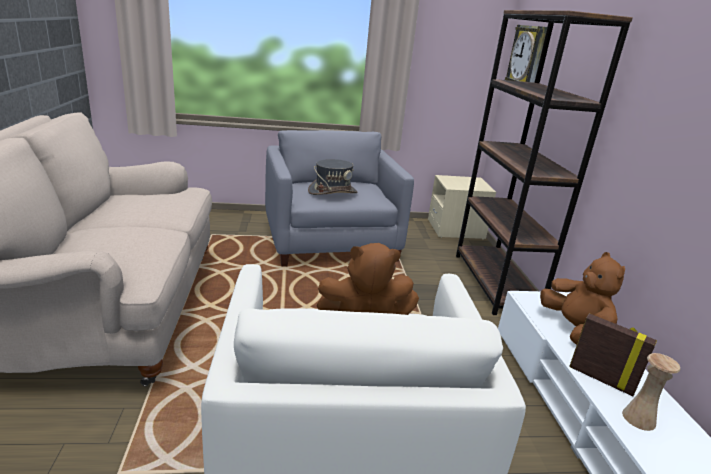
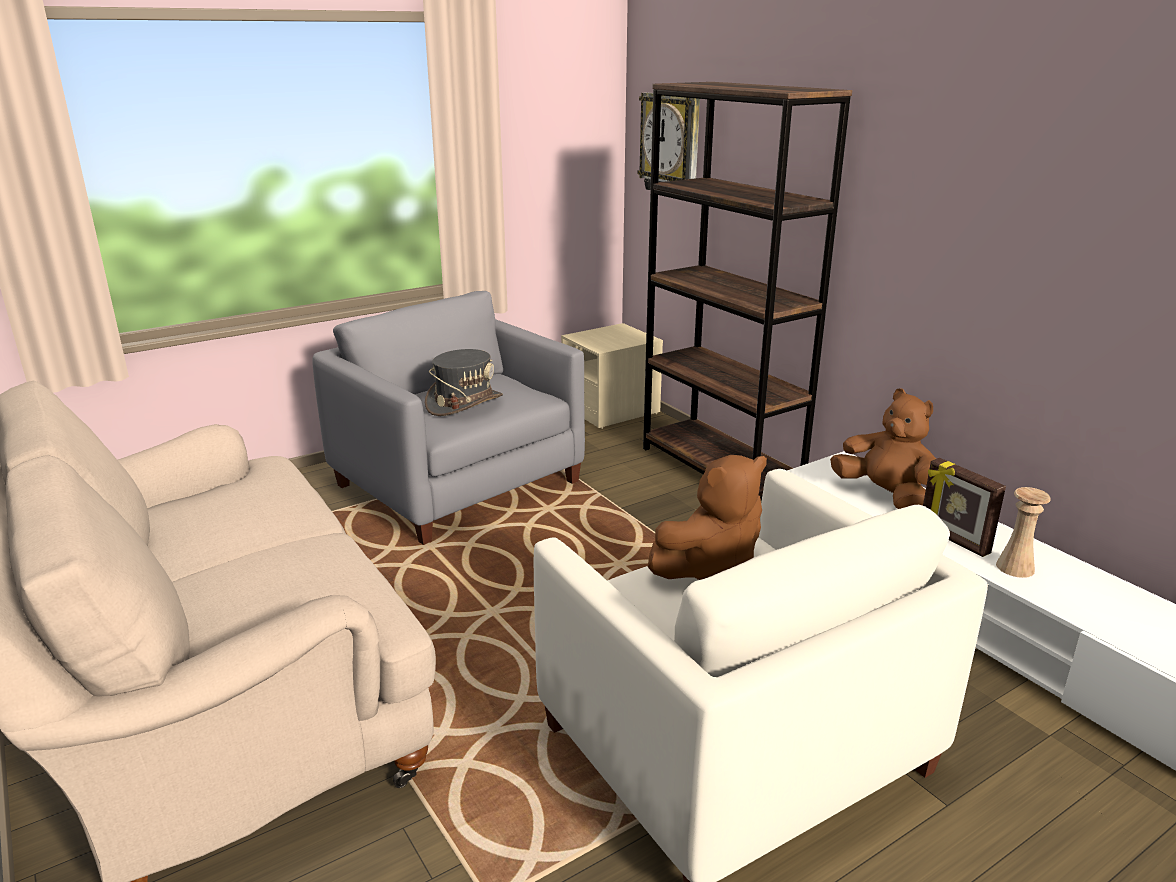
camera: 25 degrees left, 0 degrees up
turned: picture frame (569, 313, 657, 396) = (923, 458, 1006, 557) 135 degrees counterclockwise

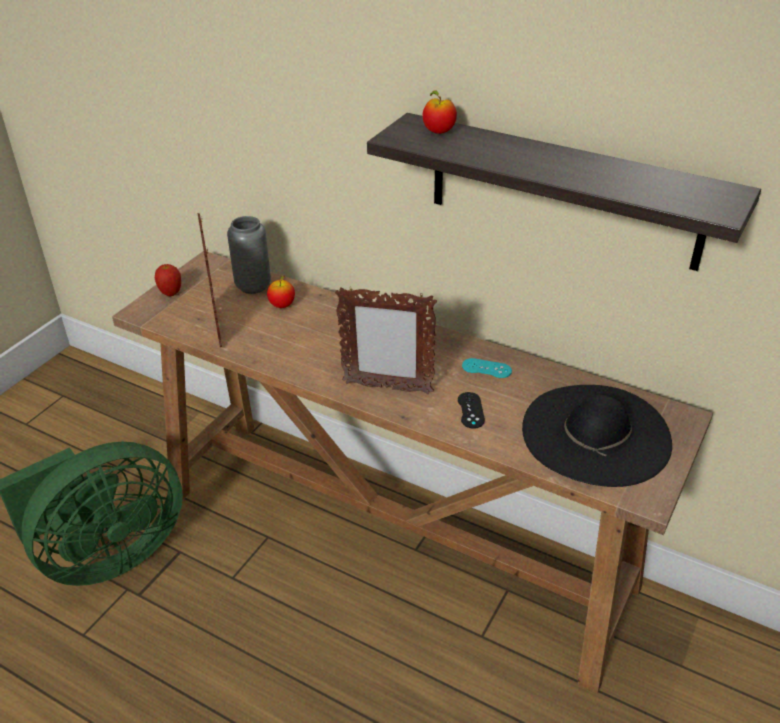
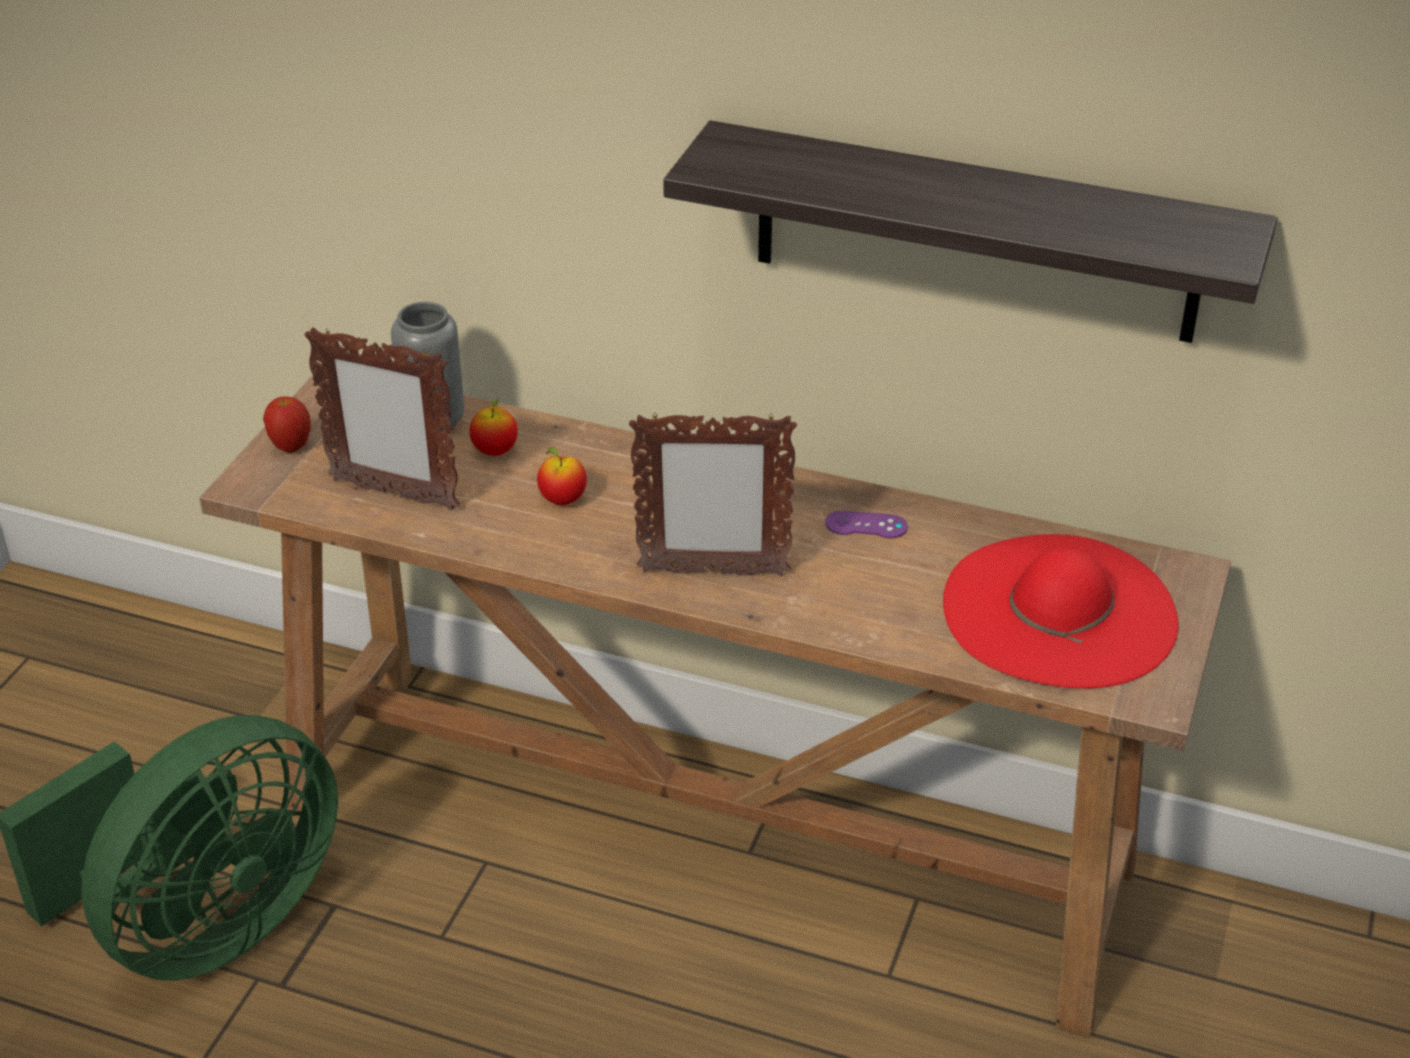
camera: 10 degrees left, 0 degrees up
removed: black game controller (458, 392, 485, 429)
moved: apple (423, 90, 457, 134) to (537, 447, 587, 505)
recoloured: turquoise game controller (462, 358, 512, 378) to purple game controller (825, 511, 908, 538); black hat (522, 385, 672, 487) to red hat (943, 534, 1179, 688)
turned: picture frame (198, 213, 222, 347) = (304, 327, 460, 510) 45 degrees counterclockwise

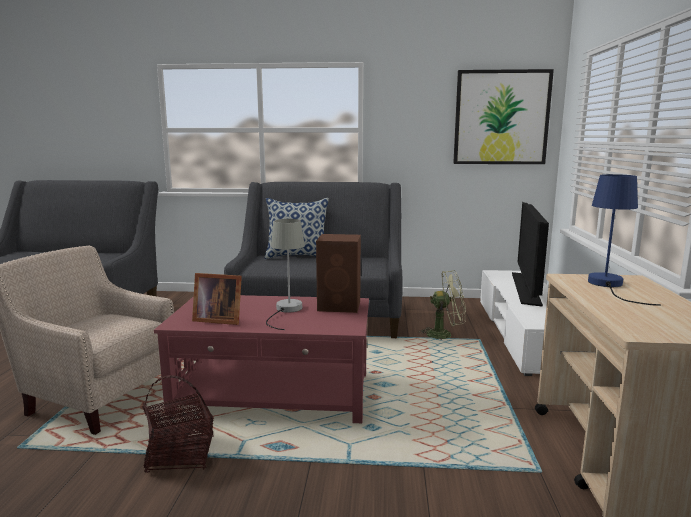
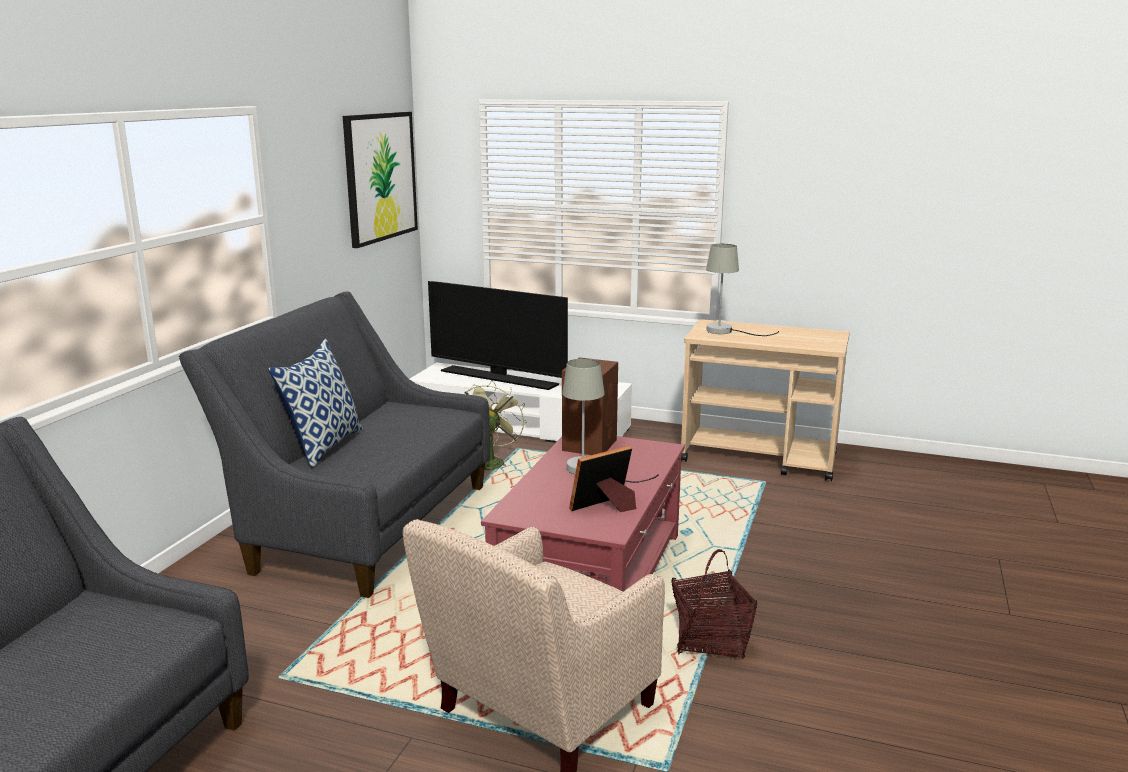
camera: 75 degrees left, 5 degrees up
recoloured: blue table lamp (588, 174, 661, 306) to grey table lamp (706, 244, 779, 336)
turned: picture frame (192, 273, 242, 325) = (569, 446, 636, 512) 150 degrees counterclockwise

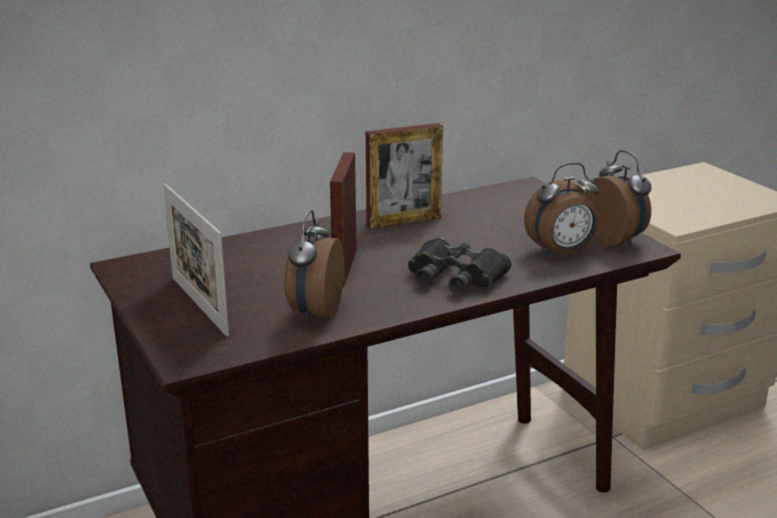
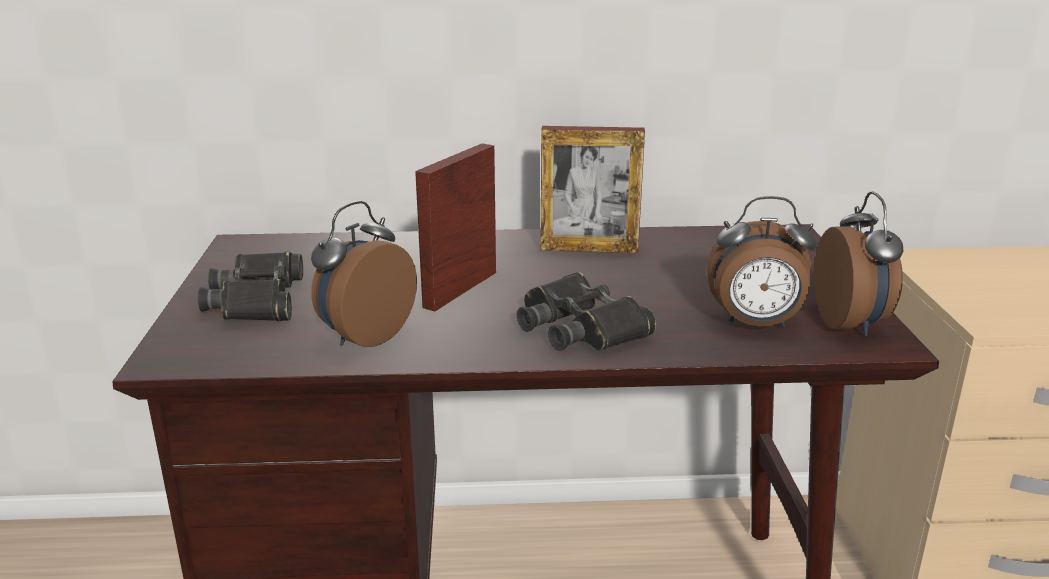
camera: 25 degrees right, 0 degrees up
replaced: picture frame (163, 184, 229, 336) to black binoculars (198, 251, 303, 321)

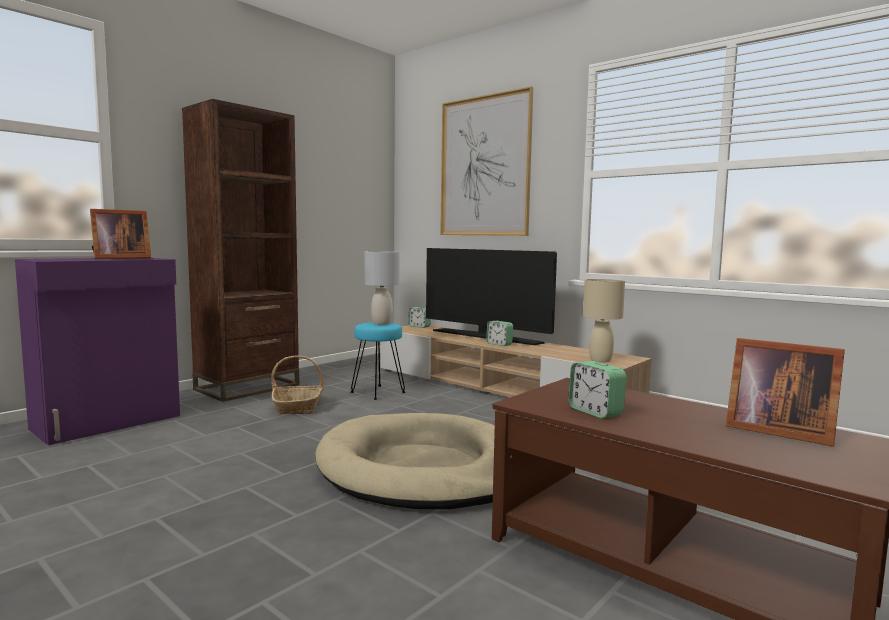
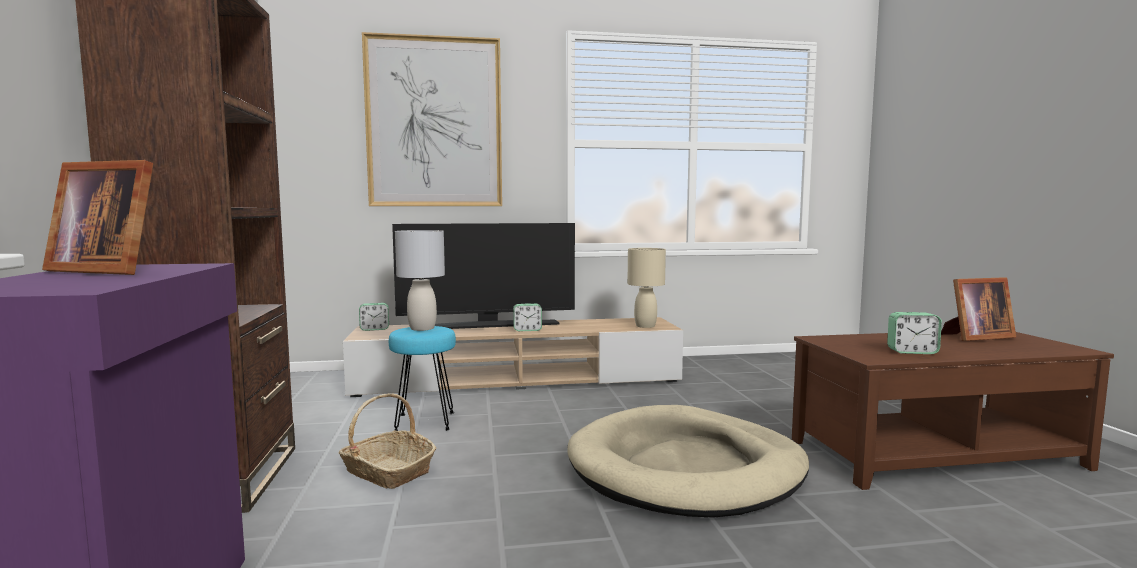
camera: 50 degrees left, 0 degrees up
turned: picture frame (90, 209, 151, 259) = (42, 160, 153, 275) 105 degrees clockwise

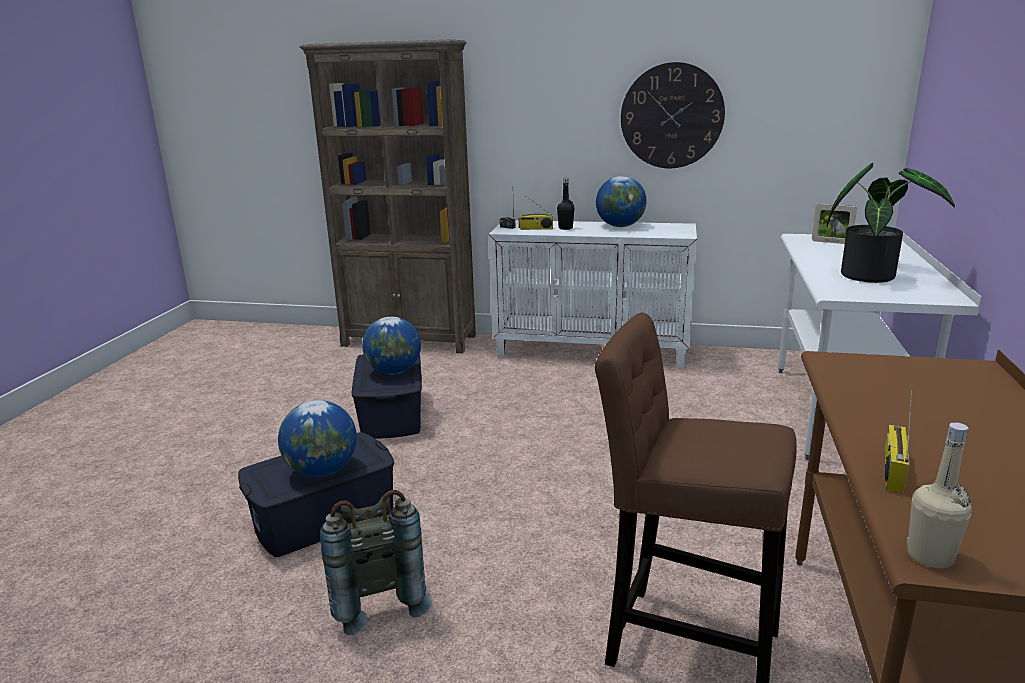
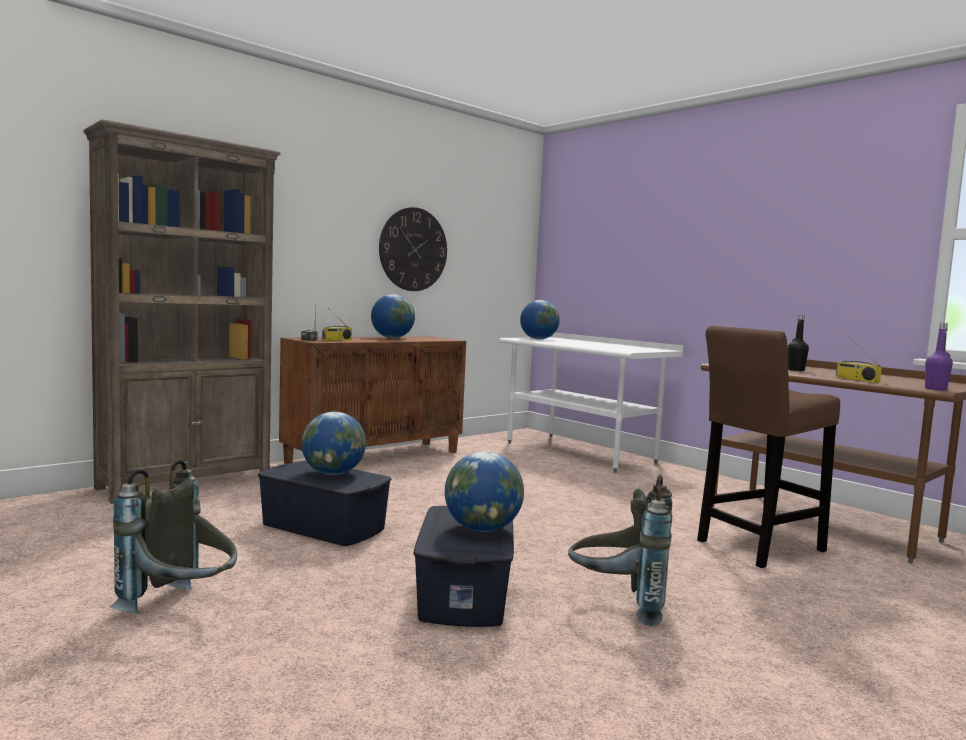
camera: 55 degrees left, 15 degrees down
removed: potted plant (826, 163, 955, 283)
added: grey backpack (110, 459, 237, 614)
moved: black bottle (557, 178, 574, 230) to (788, 315, 809, 371)
replaced: picture frame (812, 204, 857, 244) to globe (520, 300, 560, 339)
recoloured: white cabinet (489, 220, 697, 369) to brown cabinet (279, 336, 466, 464); beige bottle (907, 422, 972, 568) to purple bottle (925, 323, 953, 391)

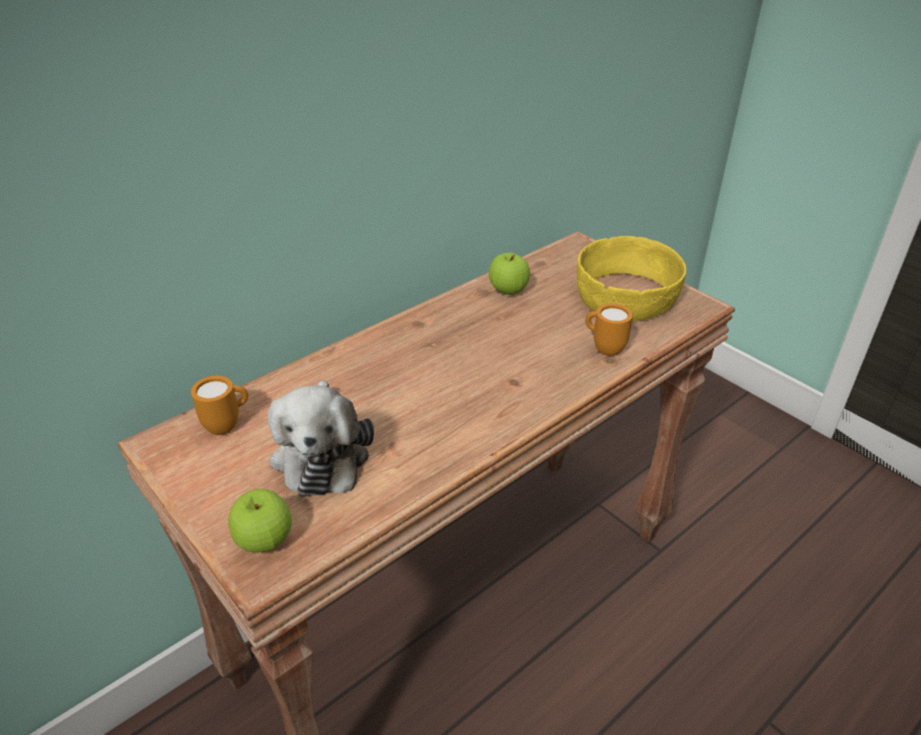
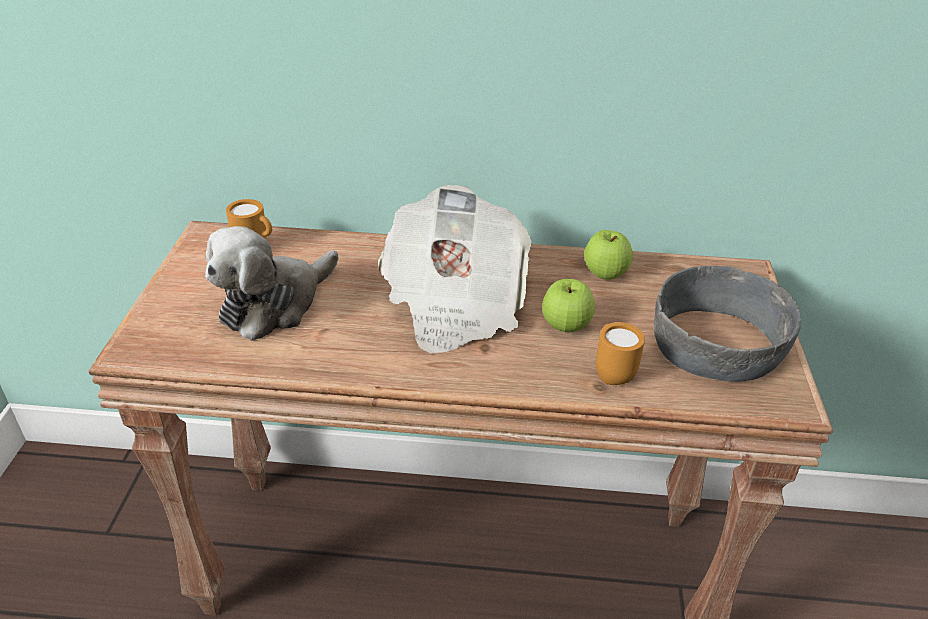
camera: 45 degrees right, 0 degrees up
added: newspaper (378, 185, 532, 354)
moved: apple (228, 489, 292, 553) to (542, 279, 595, 332)
recoloured: yellow bowl (577, 236, 686, 321) to grey bowl (654, 266, 801, 382)

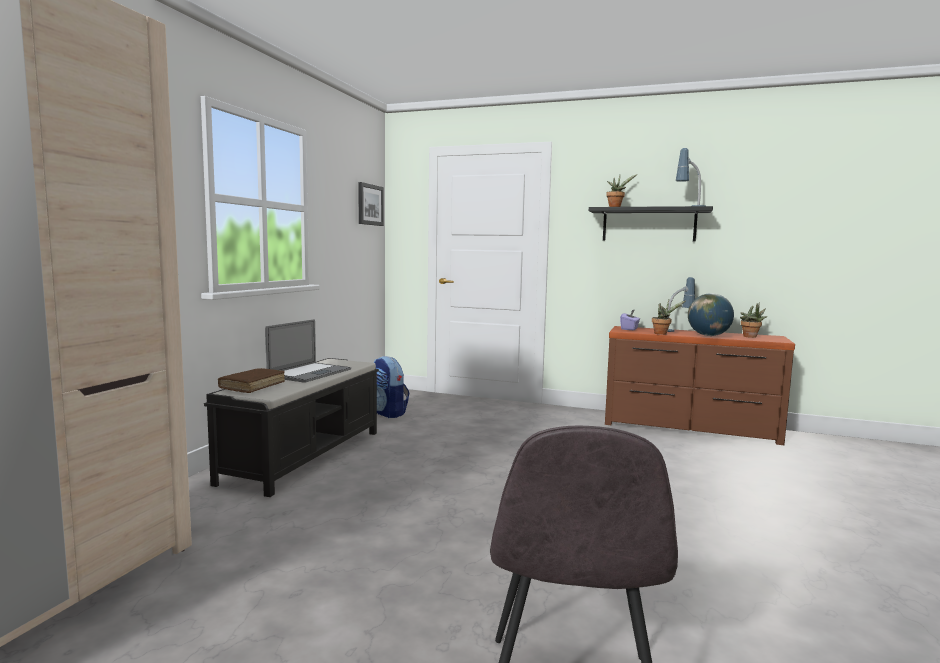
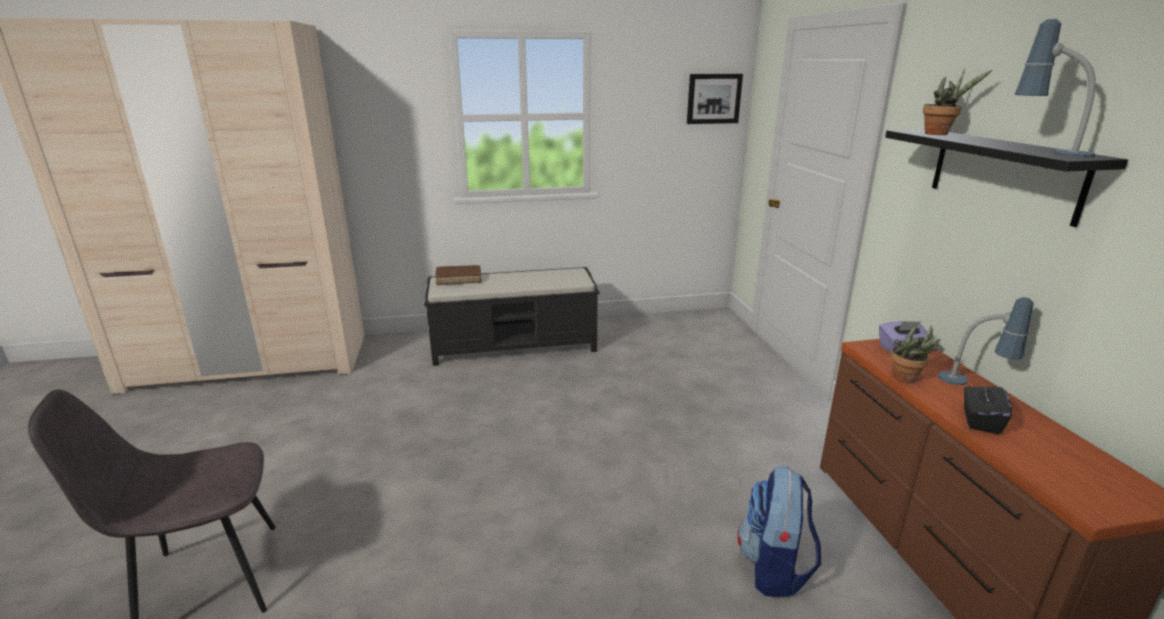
camera: 60 degrees right, 15 degrees up
removed: laptop (265, 319, 351, 383); potted plant (740, 302, 768, 338)
moved: backpack (374, 356, 409, 418) to (737, 466, 821, 597)
replaced: globe (688, 293, 734, 336) to black tissue box (964, 379, 1012, 434)

